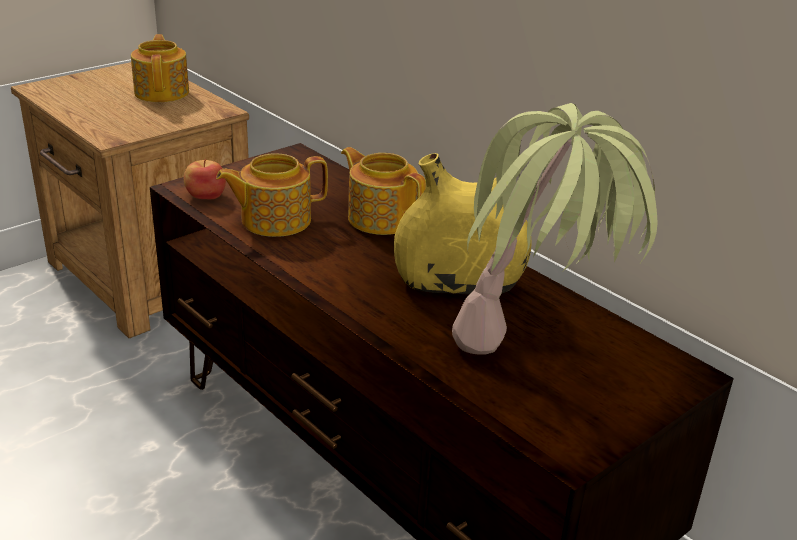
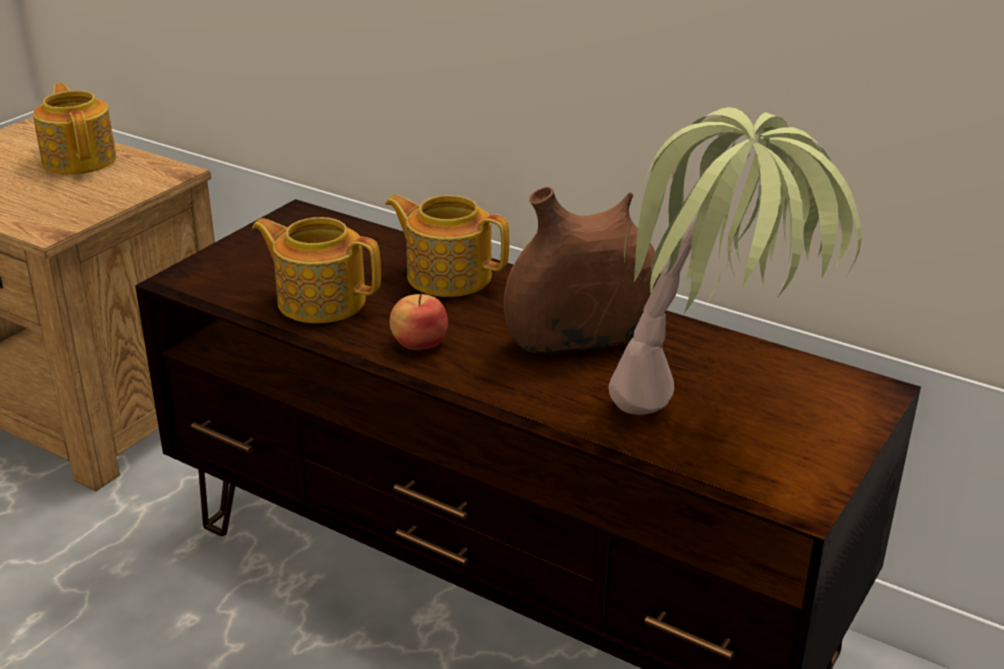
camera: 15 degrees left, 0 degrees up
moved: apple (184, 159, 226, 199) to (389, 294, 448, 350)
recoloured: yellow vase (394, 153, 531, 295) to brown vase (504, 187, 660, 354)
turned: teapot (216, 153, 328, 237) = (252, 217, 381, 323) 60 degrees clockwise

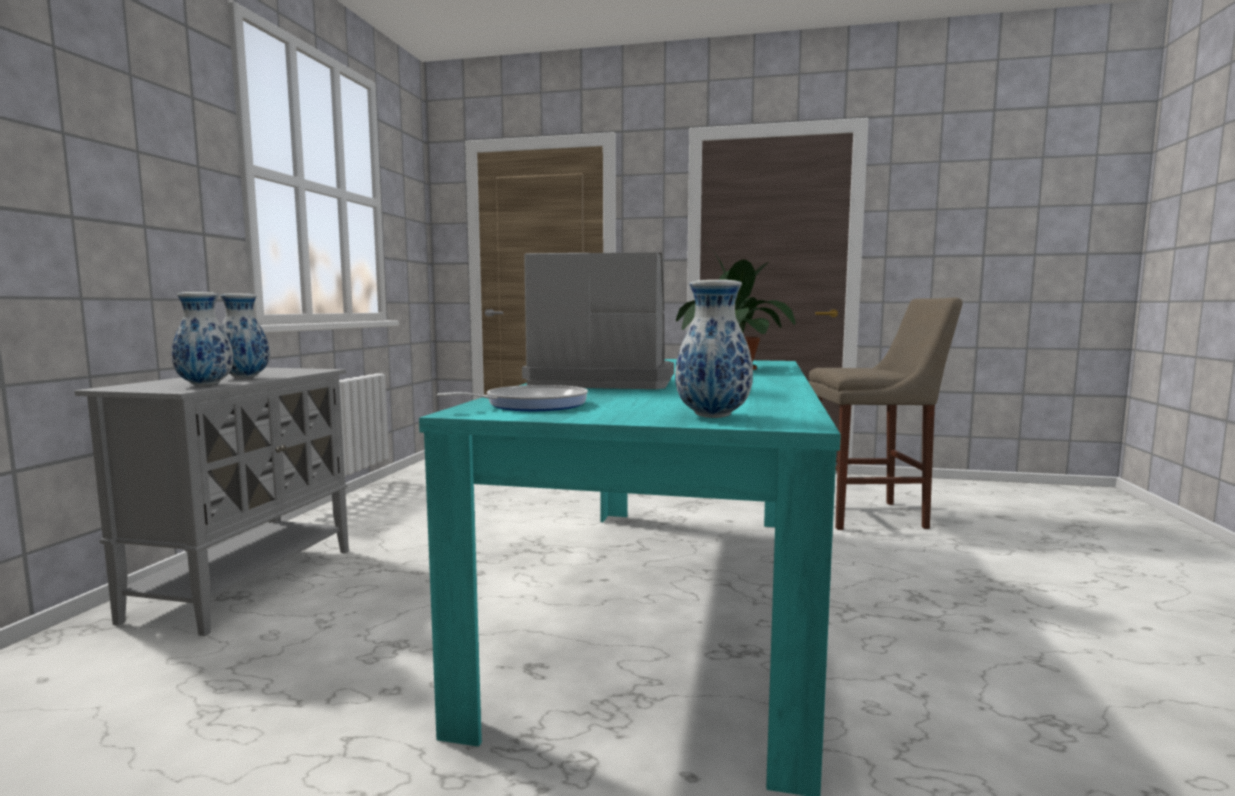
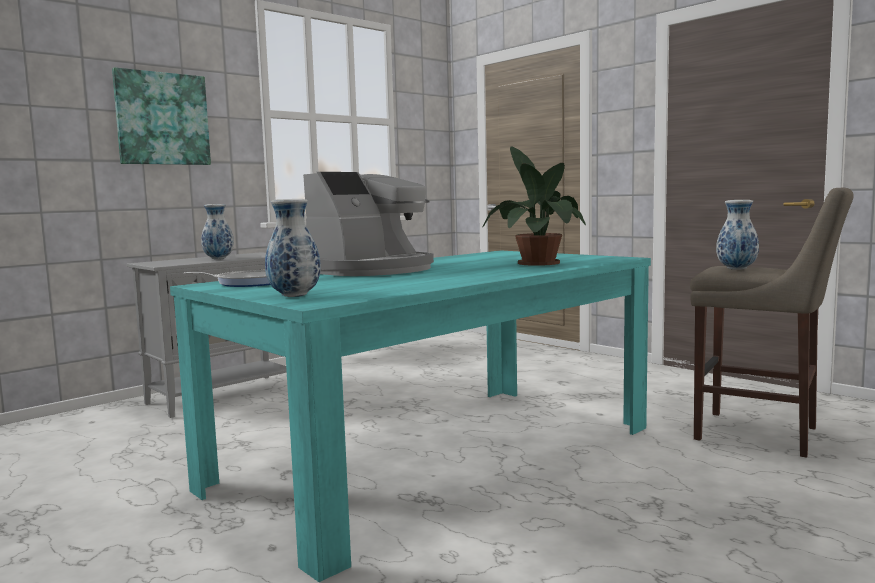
camera: 35 degrees right, 0 degrees up
added: picture (112, 68, 211, 165)
moved: vase (172, 292, 234, 386) to (716, 200, 759, 270)
turned: coffee machine (522, 252, 674, 389) = (303, 172, 434, 276) 90 degrees clockwise

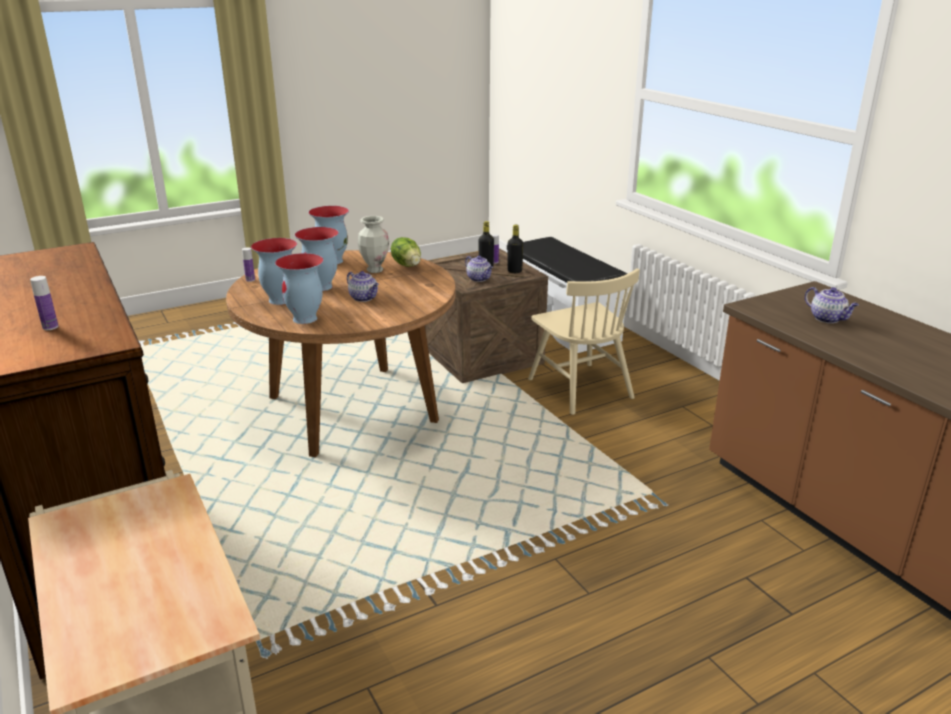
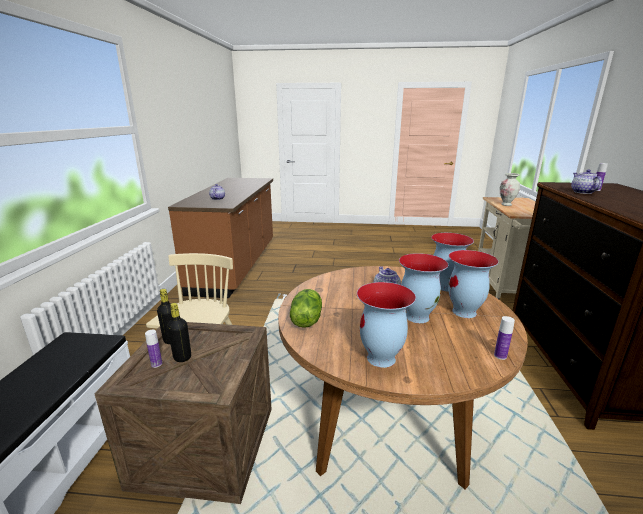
camera: 145 degrees left, 5 degrees down
moved: vase (358, 216, 389, 273) to (500, 173, 520, 206); teapot (465, 256, 493, 282) to (571, 170, 602, 194)

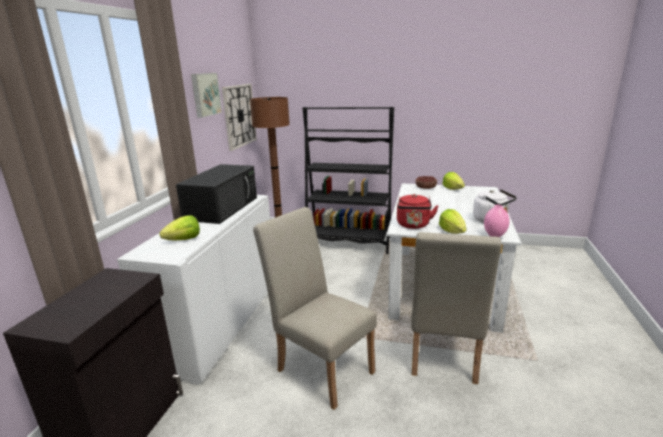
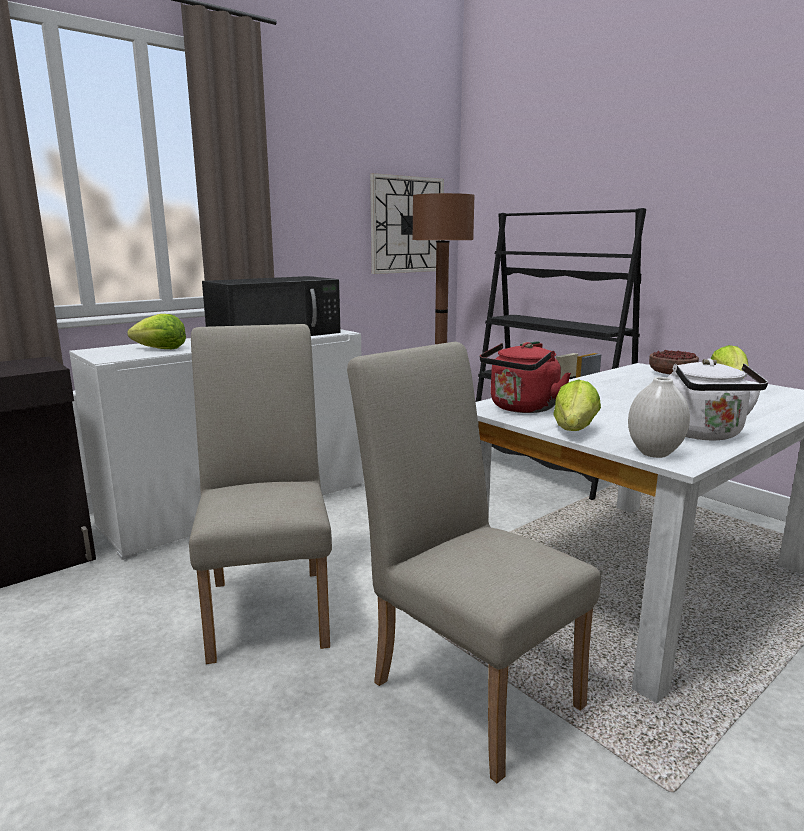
camera: 35 degrees right, 5 degrees down
removed: picture (191, 73, 222, 118)
recoloured: pink vase (484, 205, 510, 237) to white vase (628, 377, 690, 458)
turned: beige chair (411, 232, 502, 384) = (347, 342, 601, 783) 90 degrees clockwise

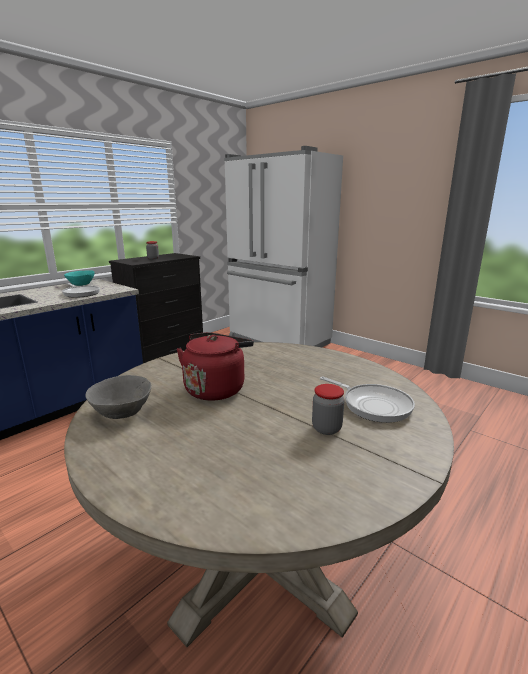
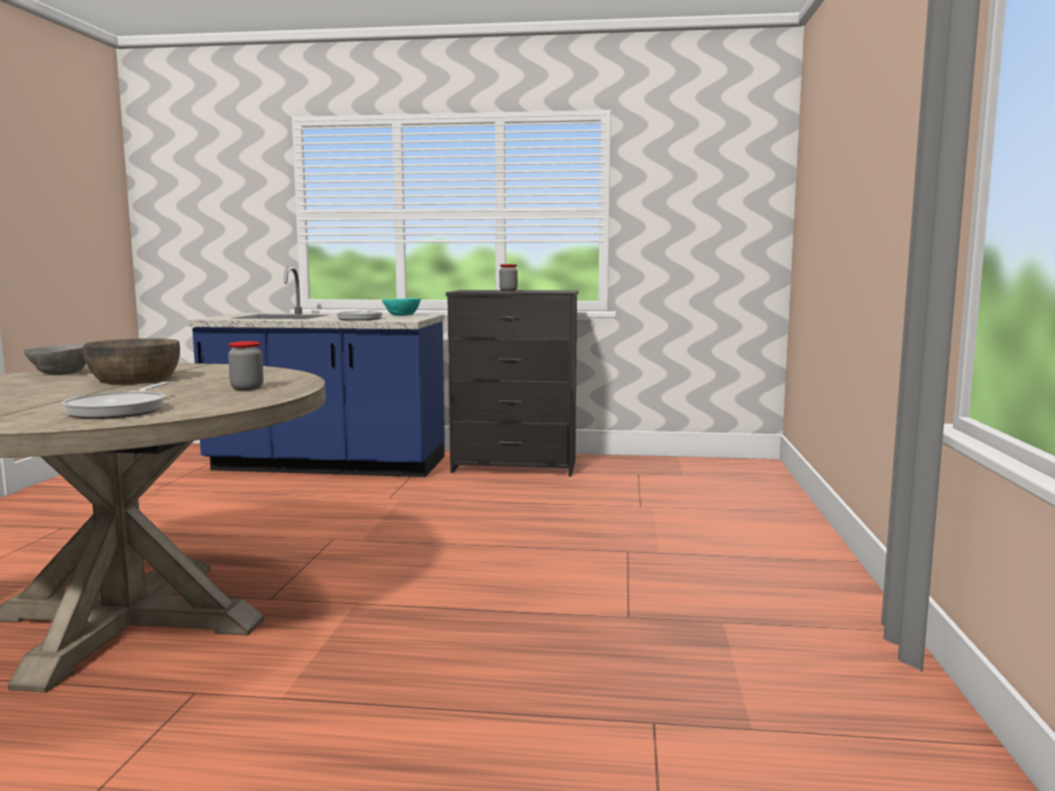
camera: 55 degrees right, 10 degrees down
removed: white fridge (224, 146, 343, 347)
moved: jar (312, 384, 344, 435) to (228, 341, 264, 390)
replaced: red kettle (177, 332, 254, 401) to brown bowl (83, 338, 180, 384)

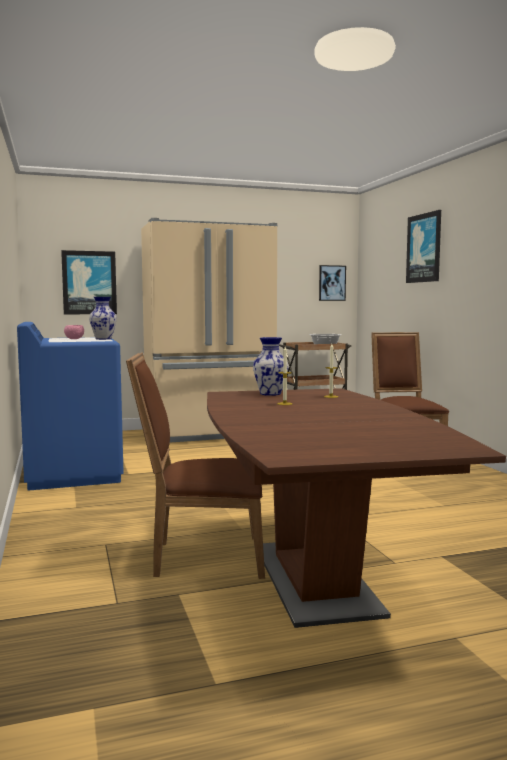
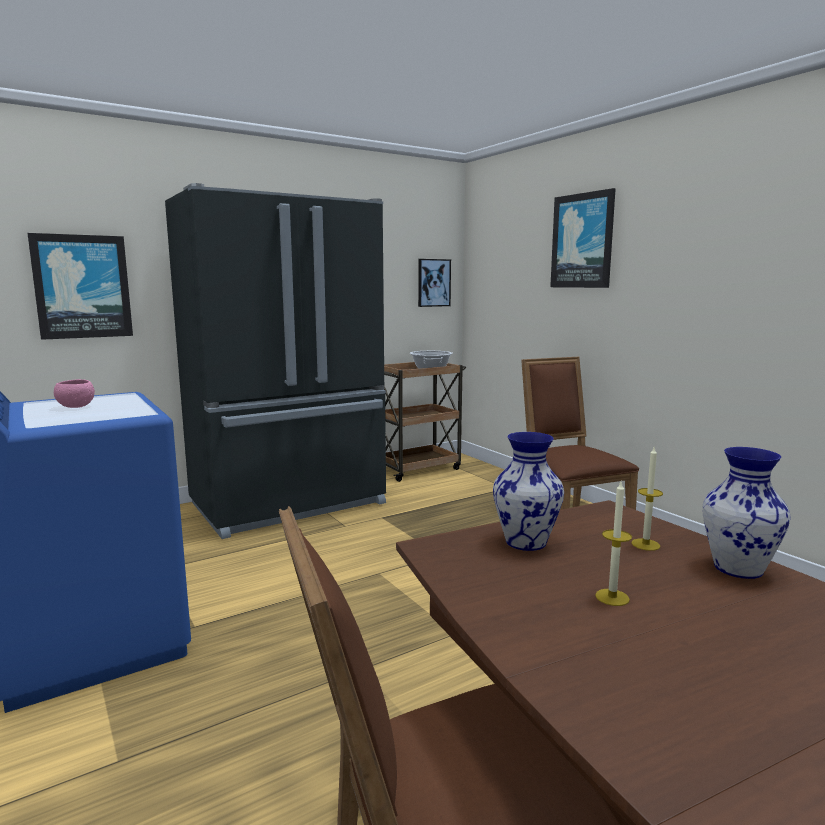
camera: 15 degrees left, 5 degrees up
moved: vase (89, 297, 117, 340) to (703, 447, 791, 579)
recoloured: beige fridge (141, 218, 278, 443) to black fridge (165, 183, 386, 539)

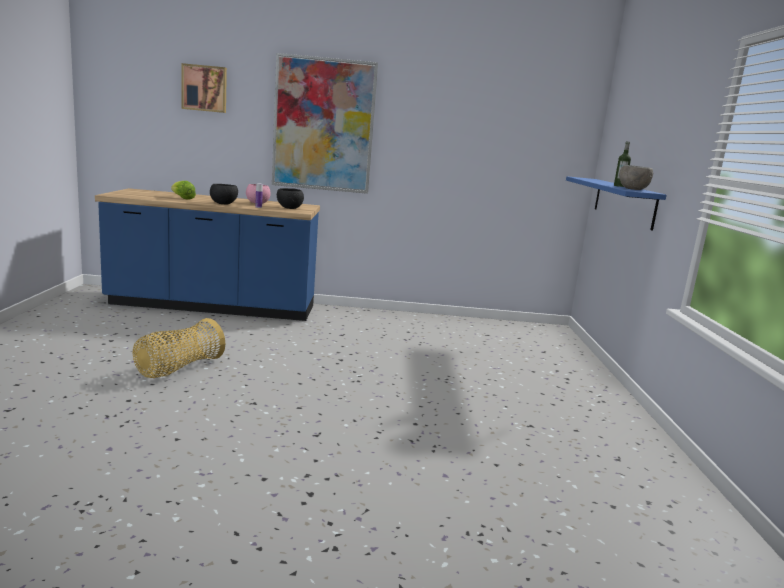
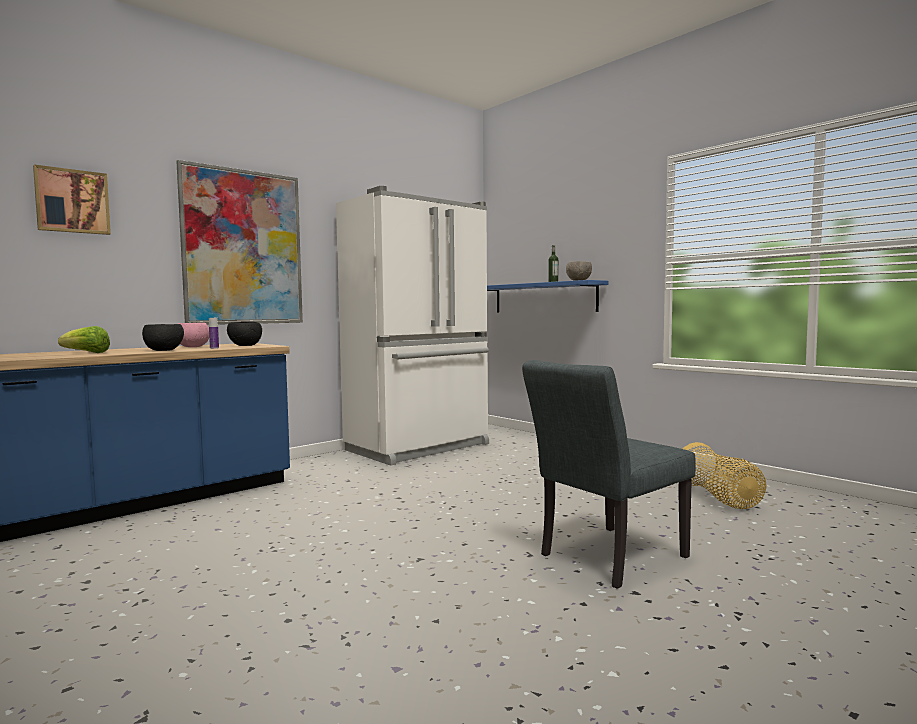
camera: 40 degrees left, 10 degrees down
added: white fridge (336, 186, 489, 466); grey chair (522, 360, 696, 589)
moved: basket (133, 318, 225, 378) to (683, 442, 767, 509)

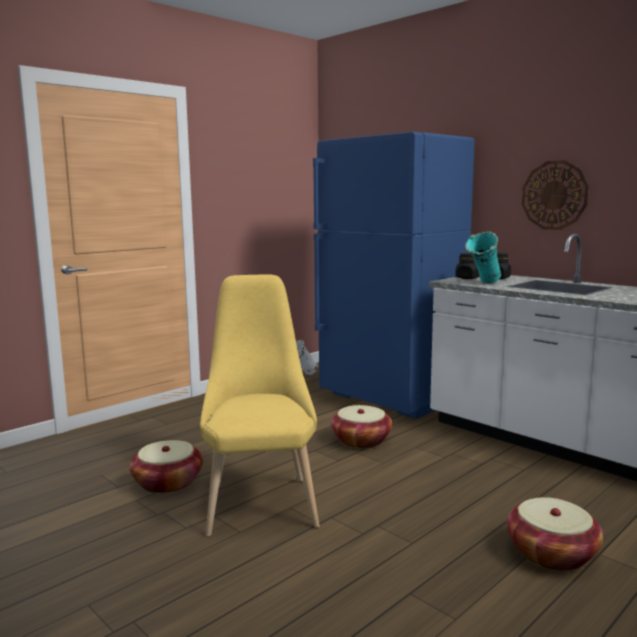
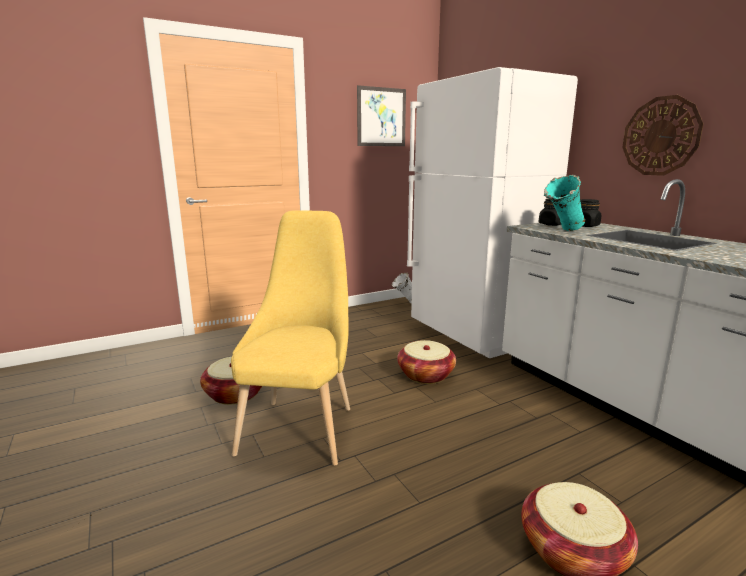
camera: 15 degrees right, 5 degrees up
added: picture (357, 85, 406, 146)
recoloured: blue fridge (313, 132, 475, 419) to white fridge (407, 67, 578, 358)

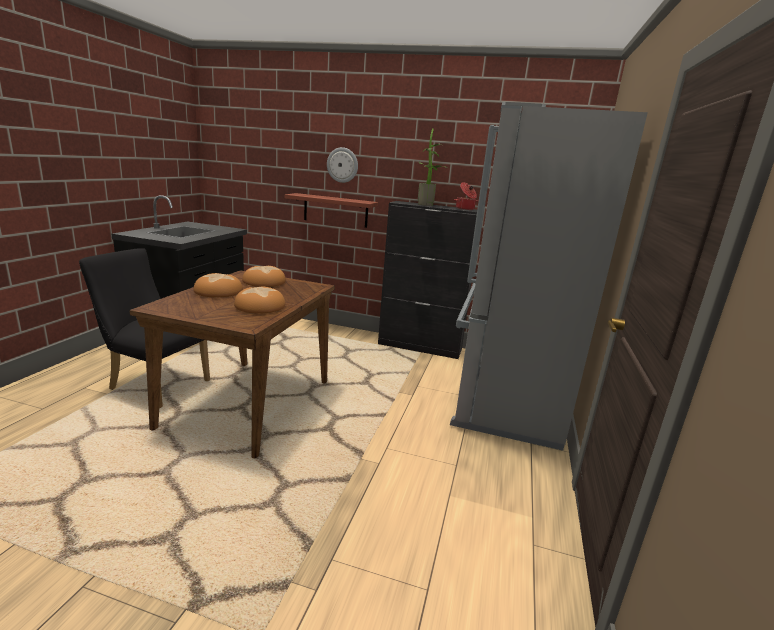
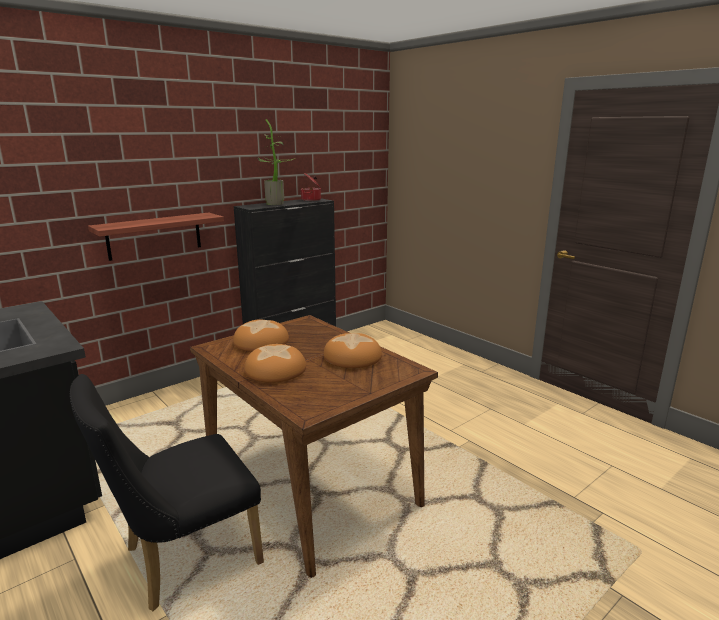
camera: 55 degrees left, 0 degrees up
removed: wall clock (327, 147, 358, 183); grey fridge (450, 102, 648, 451)

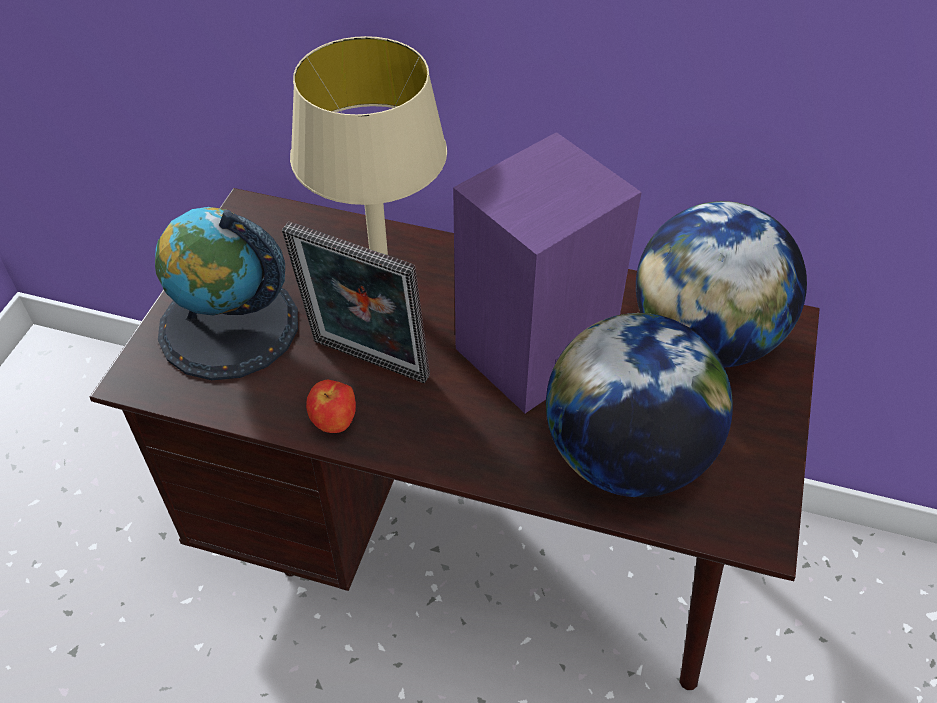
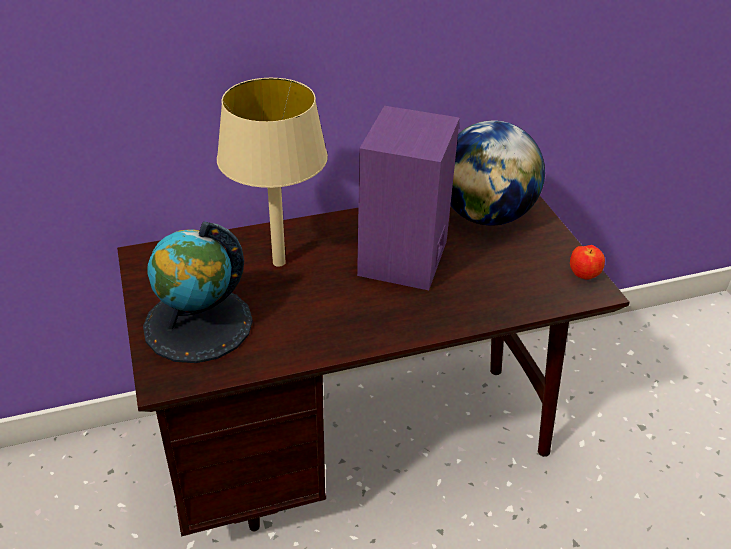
camera: 35 degrees left, 10 degrees down
removed: picture frame (282, 222, 430, 383); globe (546, 313, 733, 497)
moved: apple (306, 380, 356, 433) to (570, 245, 605, 280)

